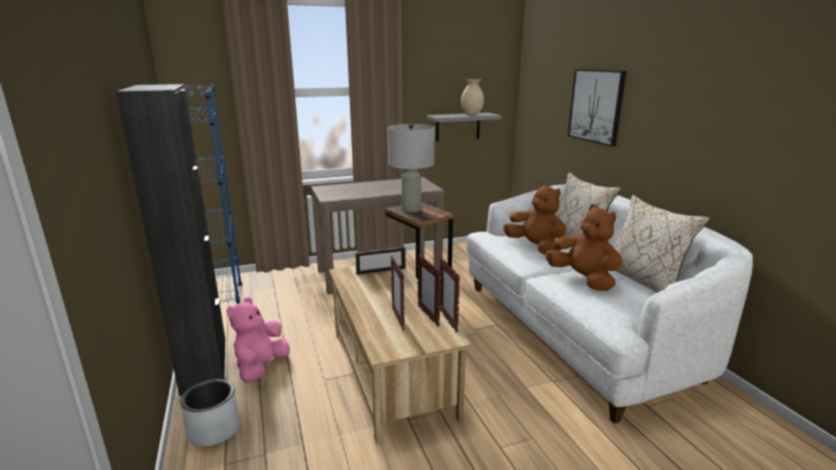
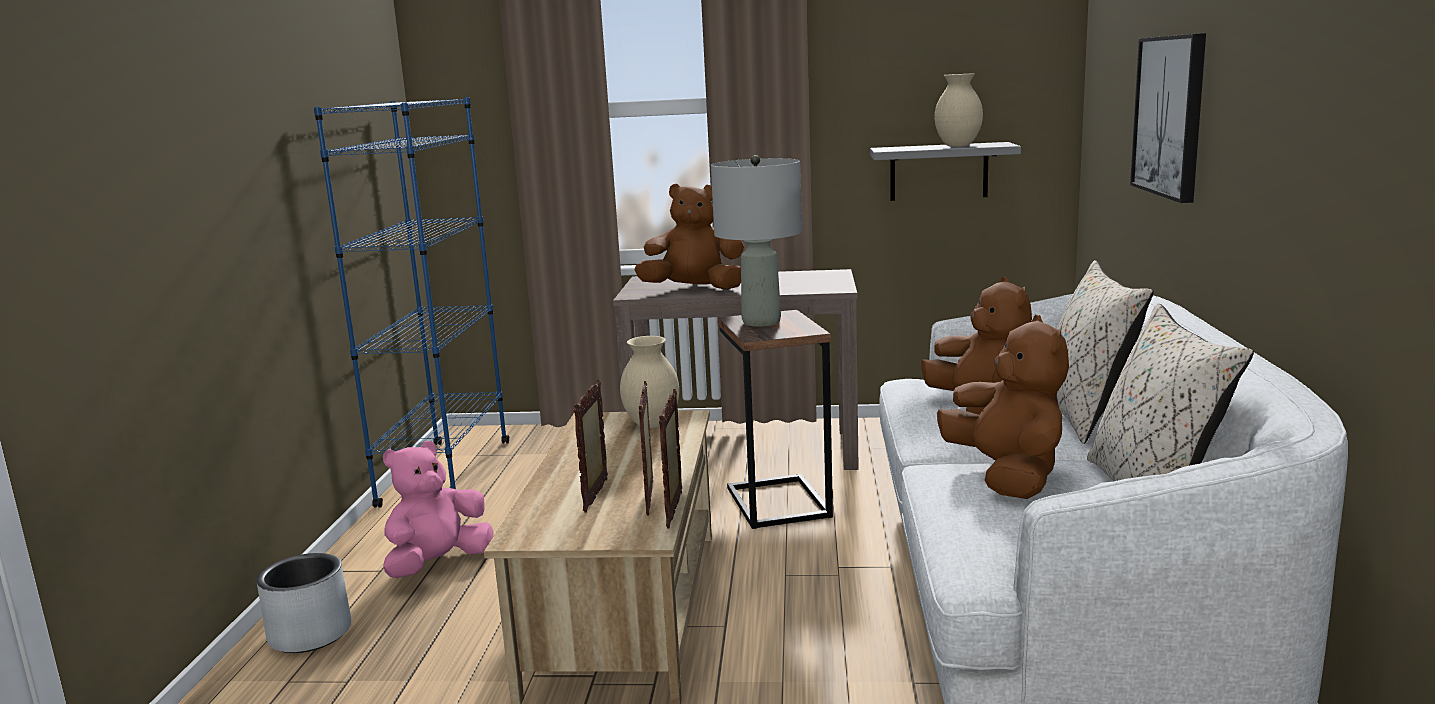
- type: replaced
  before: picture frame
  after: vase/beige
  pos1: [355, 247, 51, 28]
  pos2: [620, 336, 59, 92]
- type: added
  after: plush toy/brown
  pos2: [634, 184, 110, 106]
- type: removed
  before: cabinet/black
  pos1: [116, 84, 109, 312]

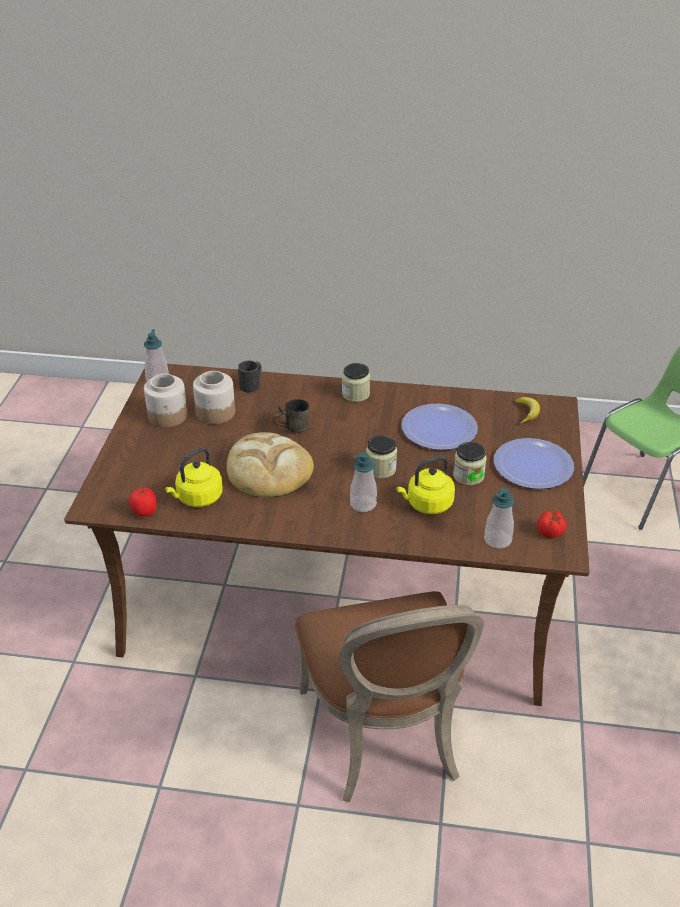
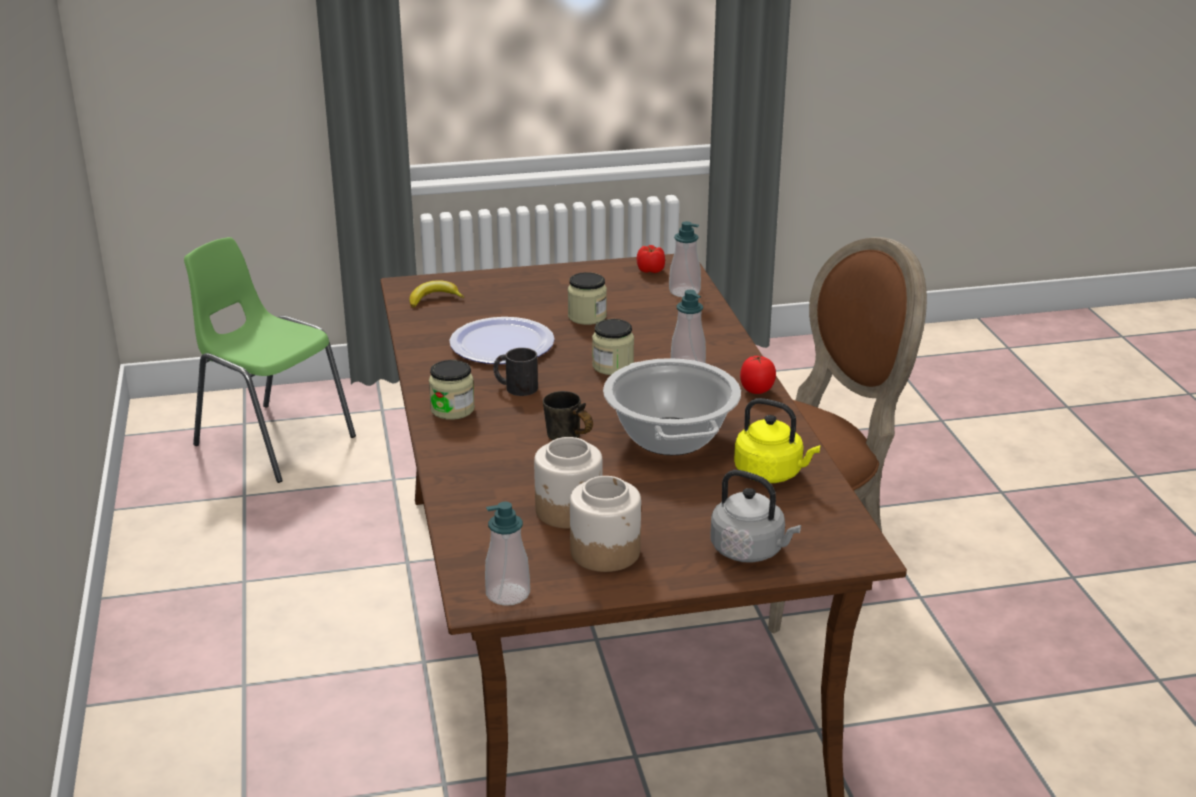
- type: moved
  before: mug/black
  pos1: [238, 360, 24, 32]
  pos2: [493, 348, 45, 48]
- type: replaced
  before: bread
  after: cooking pot
  pos1: [227, 432, 87, 65]
  pos2: [603, 358, 138, 97]
- type: added
  after: kettle/grey
  pos2: [711, 470, 90, 93]
- type: moved
  before: tomato
  pos1: [129, 487, 28, 30]
  pos2: [740, 355, 36, 39]
- type: removed
  before: kettle/yellow
  pos1: [397, 456, 58, 58]
- type: removed
  before: plate
  pos1: [494, 438, 80, 51]

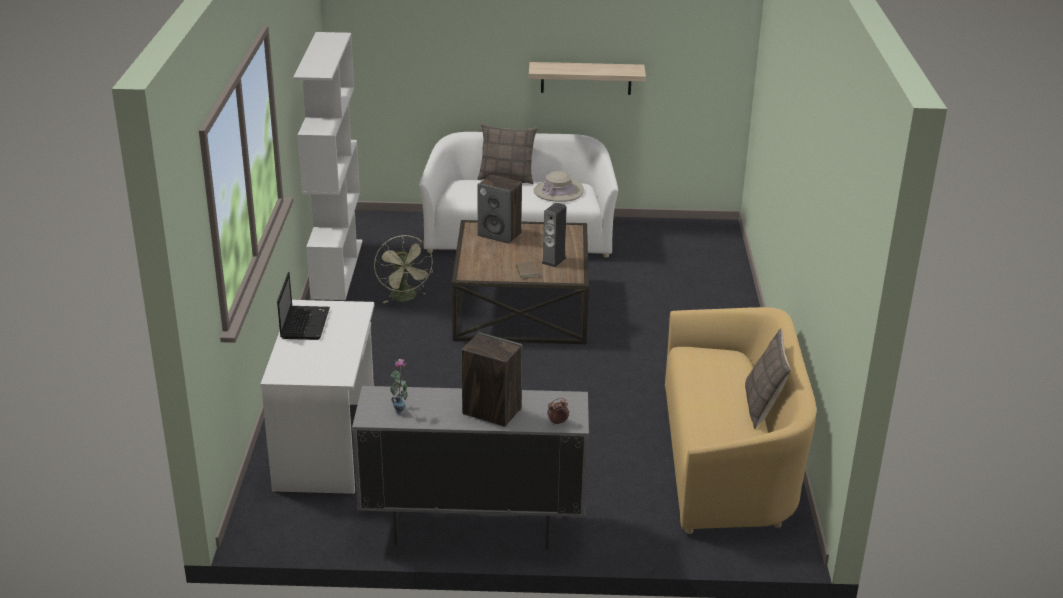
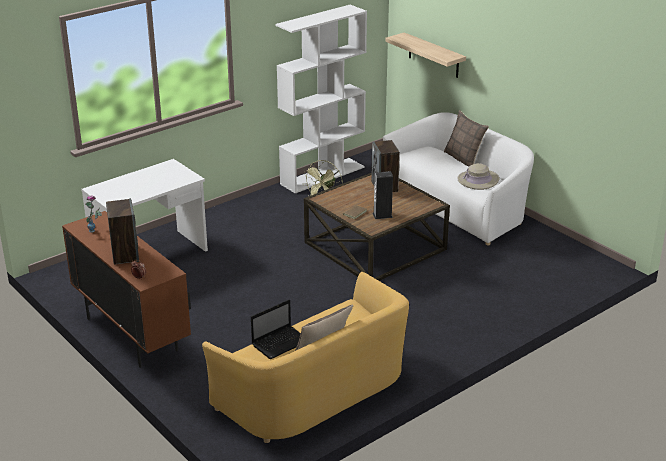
- type: recoloured
  before: cabinet/grey
  after: cabinet/brown
  pos1: [352, 386, 237, 164]
  pos2: [62, 211, 129, 157]
- type: moved
  before: laptop
  pos1: [277, 272, 53, 68]
  pos2: [251, 299, 50, 60]
- type: moved
  before: shelf
  pos1: [529, 62, 117, 33]
  pos2: [385, 32, 81, 46]

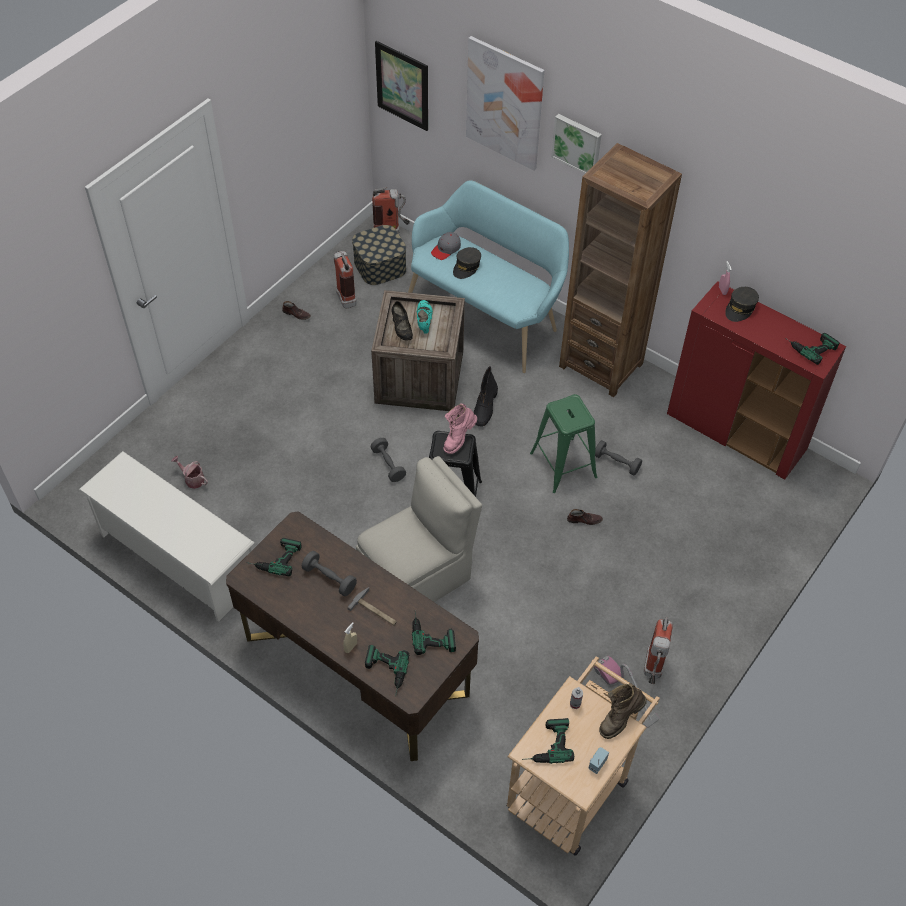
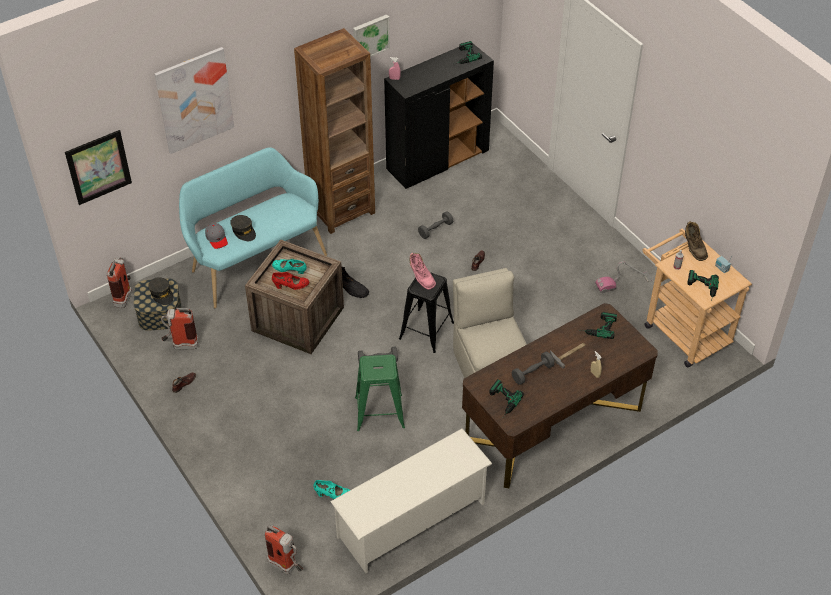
- type: moved
  before: cap/grey
  pos1: [725, 287, 34, 35]
  pos2: [148, 277, 25, 28]
- type: moved
  before: fire extinguisher
  pos1: [644, 617, 29, 67]
  pos2: [265, 525, 38, 49]
- type: recoloured
  before: shoe/black
  after: shoe/red
  pos1: [392, 301, 21, 40]
  pos2: [272, 272, 37, 18]
- type: replaced
  before: watering can
  after: shoe/turquoise
  pos1: [171, 456, 37, 33]
  pos2: [313, 480, 37, 19]
- type: moved
  before: picture
  pos1: [551, 114, 51, 60]
  pos2: [353, 14, 37, 43]
- type: moved
  before: stool/green
  pos1: [530, 394, 67, 99]
  pos2: [355, 354, 50, 77]
- type: recoloured
  before: cabinet/red
  after: cabinet/black
  pos1: [667, 281, 179, 199]
  pos2: [384, 43, 110, 146]
- type: removed
  before: power drill
  pos1: [365, 645, 44, 52]

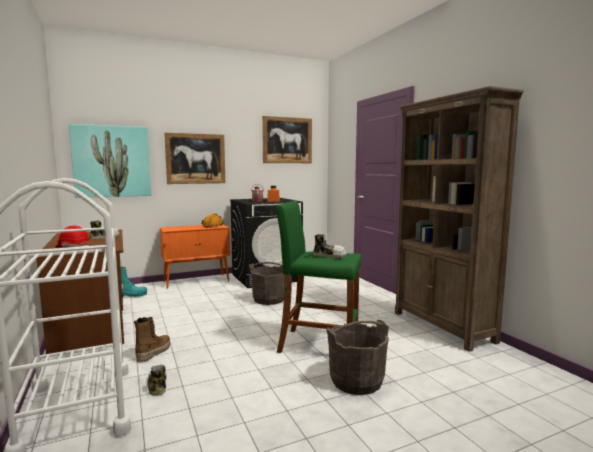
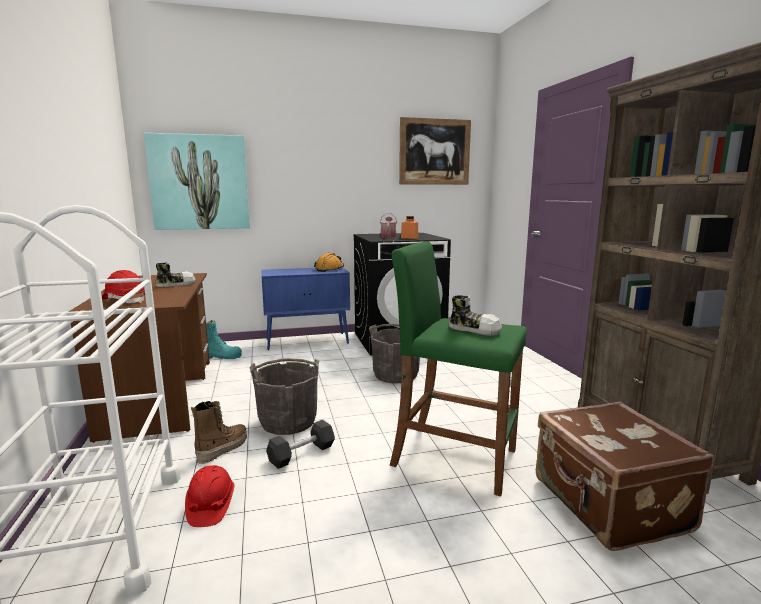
- type: replaced
  before: shoe
  after: hard hat/red
  pos1: [148, 365, 19, 31]
  pos2: [185, 465, 49, 62]
- type: moved
  before: bucket/grey
  pos1: [326, 320, 63, 75]
  pos2: [249, 358, 70, 77]
- type: recoloured
  before: cabinet/orange
  after: cabinet/blue
  pos1: [160, 224, 70, 65]
  pos2: [261, 267, 89, 83]
- type: added
  after: dumbbell/black
  pos2: [266, 420, 69, 49]
- type: added
  after: suitcase/brown
  pos2: [536, 402, 178, 149]
- type: removed
  before: picture
  pos1: [164, 133, 61, 51]

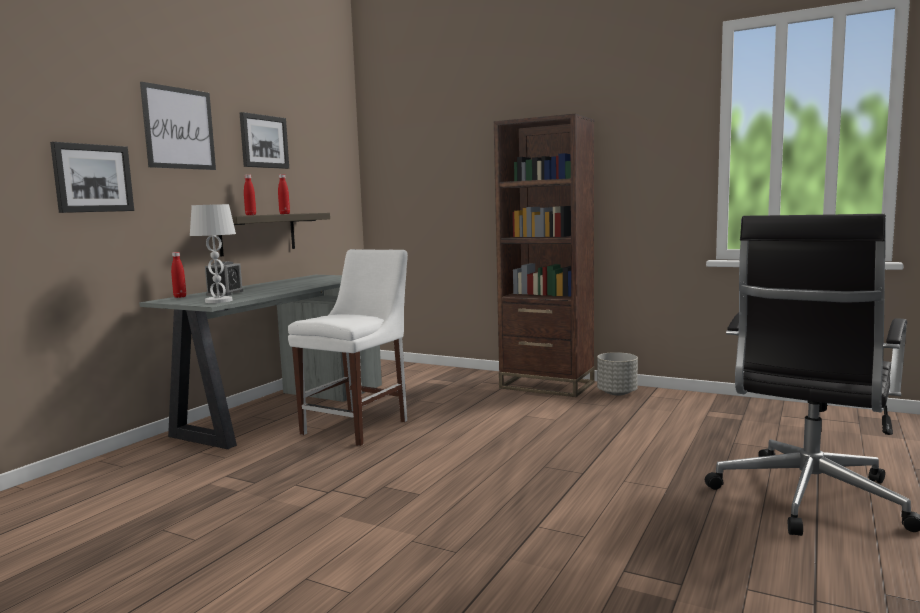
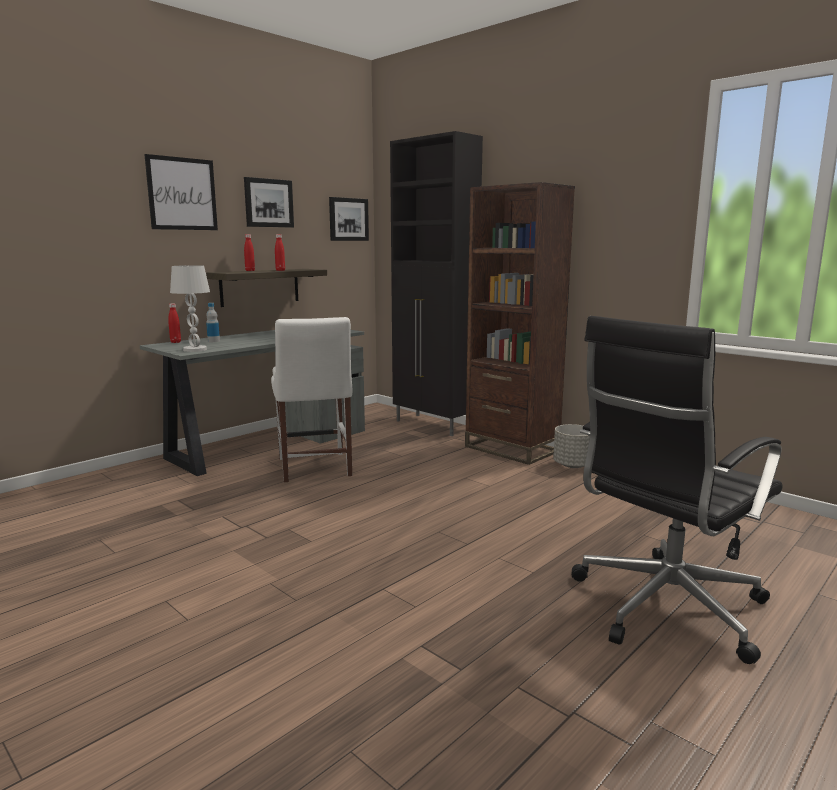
- type: replaced
  before: alarm clock
  after: bottle
  pos1: [205, 261, 38, 35]
  pos2: [206, 303, 14, 39]
- type: turned
  before: chair/white
  pos1: [288, 249, 120, 197]
  pos2: [271, 317, 82, 165]
  turn: 120
- type: moved
  before: picture
  pos1: [50, 142, 84, 71]
  pos2: [329, 197, 40, 44]
- type: added
  after: cabinet/black
  pos2: [390, 131, 93, 305]

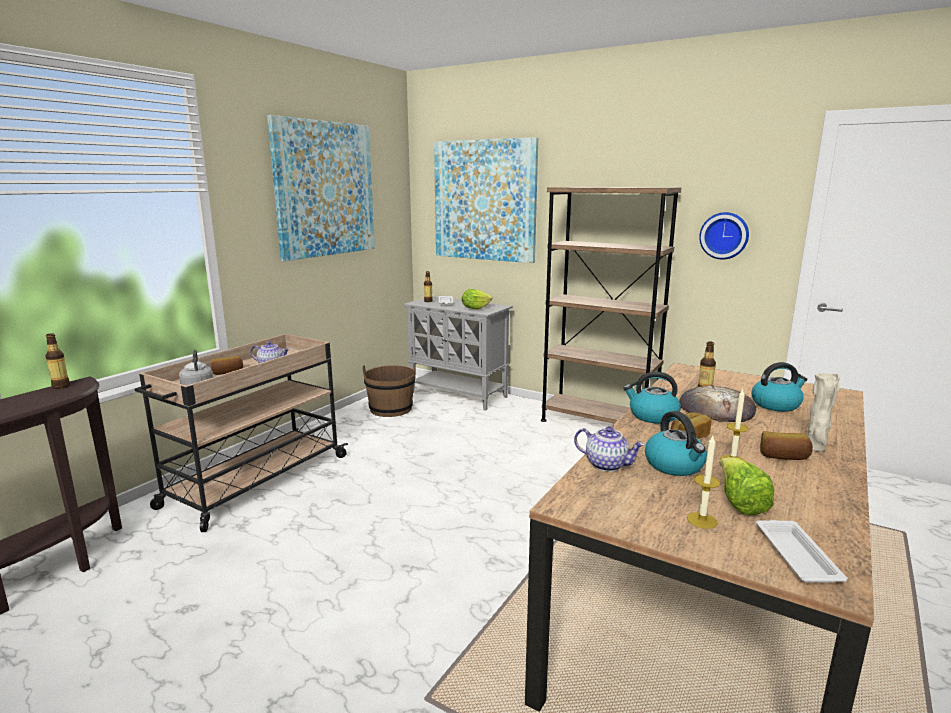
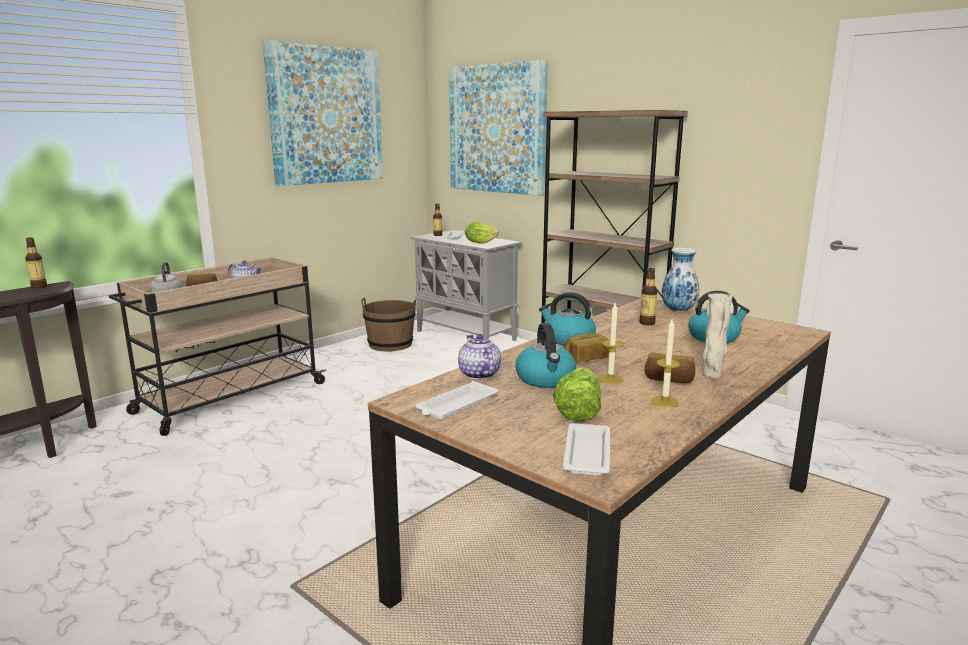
- type: added
  after: tray/white
  pos2: [415, 381, 83, 39]
- type: turned
  before: teapot
  pos1: [574, 426, 71, 46]
  pos2: [458, 334, 43, 46]
  turn: -150
- type: moved
  before: candle
  pos1: [687, 436, 34, 93]
  pos2: [651, 319, 29, 88]
- type: added
  after: vase
  pos2: [662, 248, 37, 64]
- type: removed
  before: bread
  pos1: [679, 385, 77, 37]
- type: removed
  before: wall clock
  pos1: [699, 212, 50, 48]

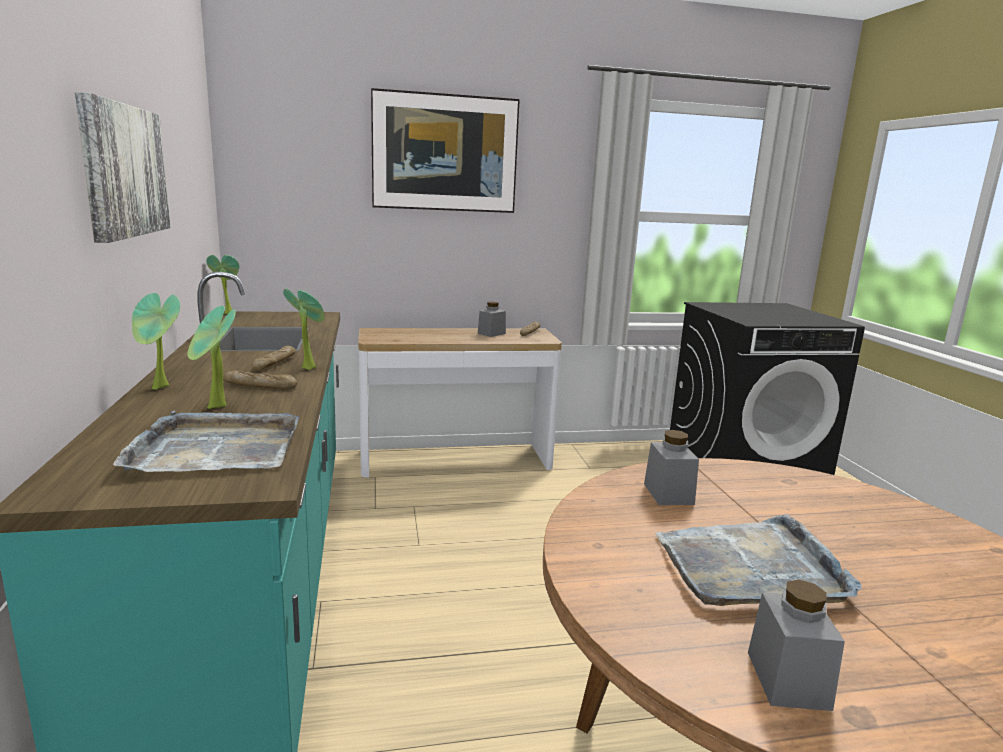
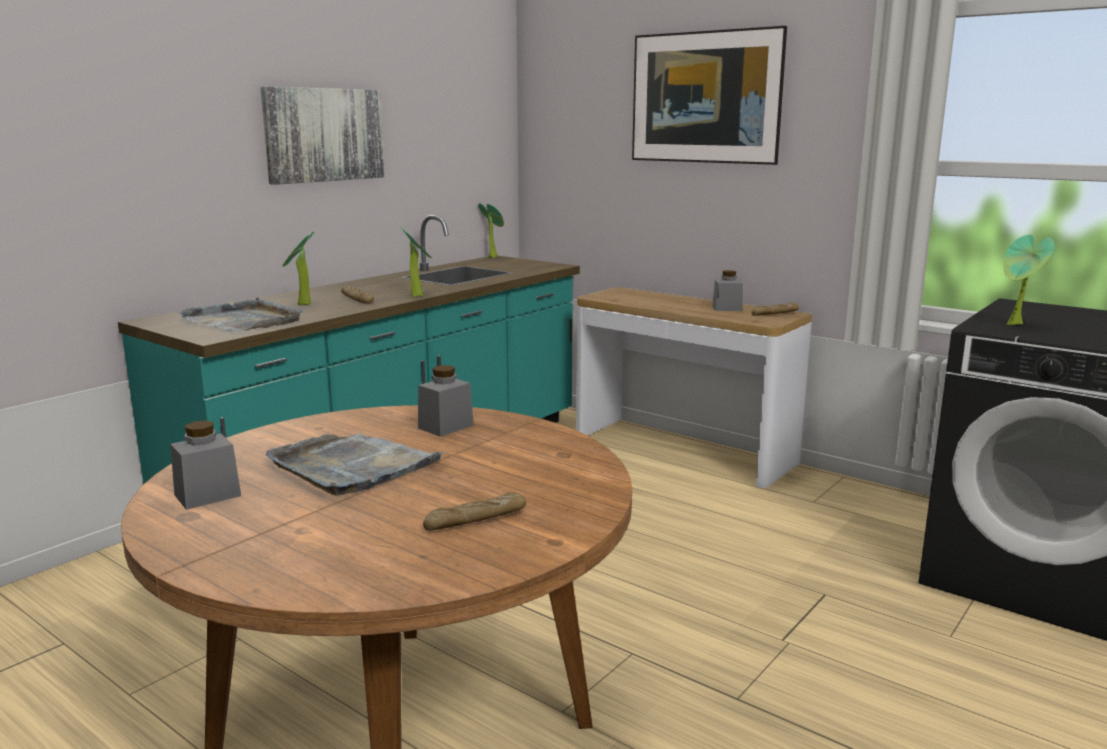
- type: moved
  before: bread
  pos1: [252, 345, 44, 26]
  pos2: [423, 492, 103, 39]
- type: moved
  before: potted plant
  pos1: [132, 293, 48, 97]
  pos2: [1004, 235, 51, 91]

